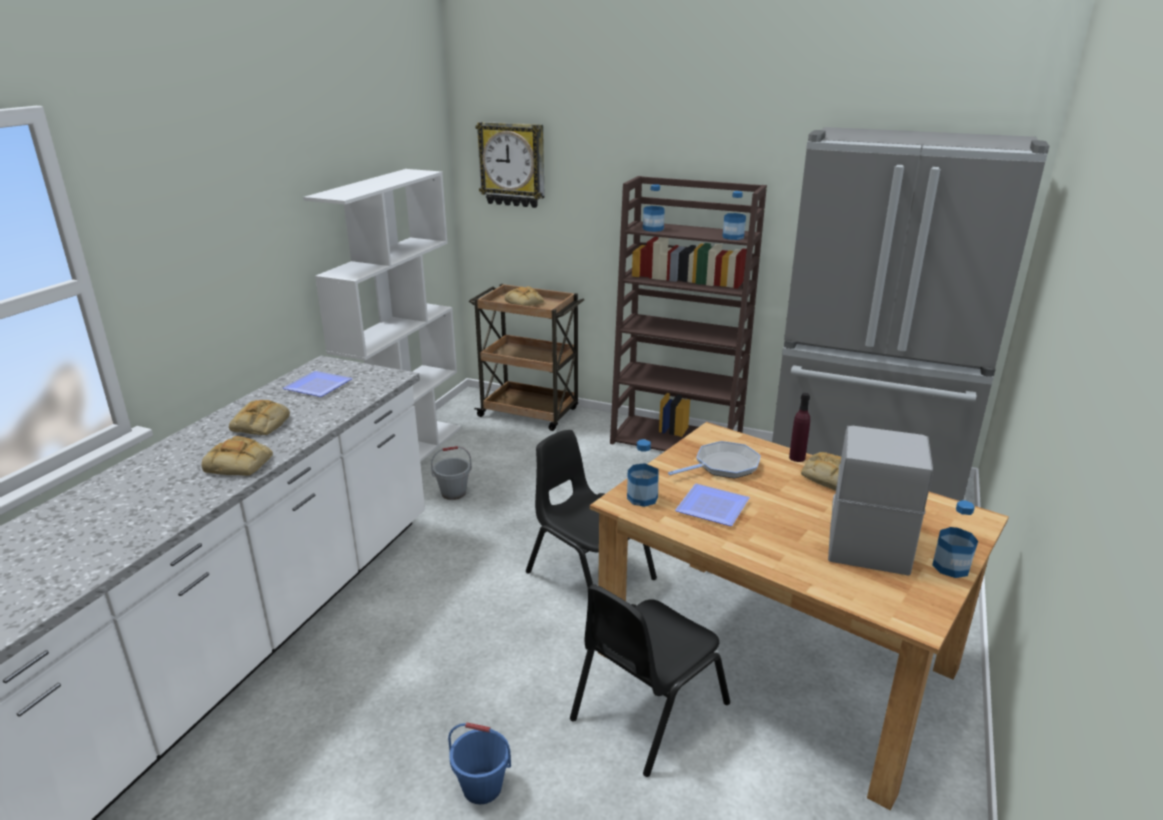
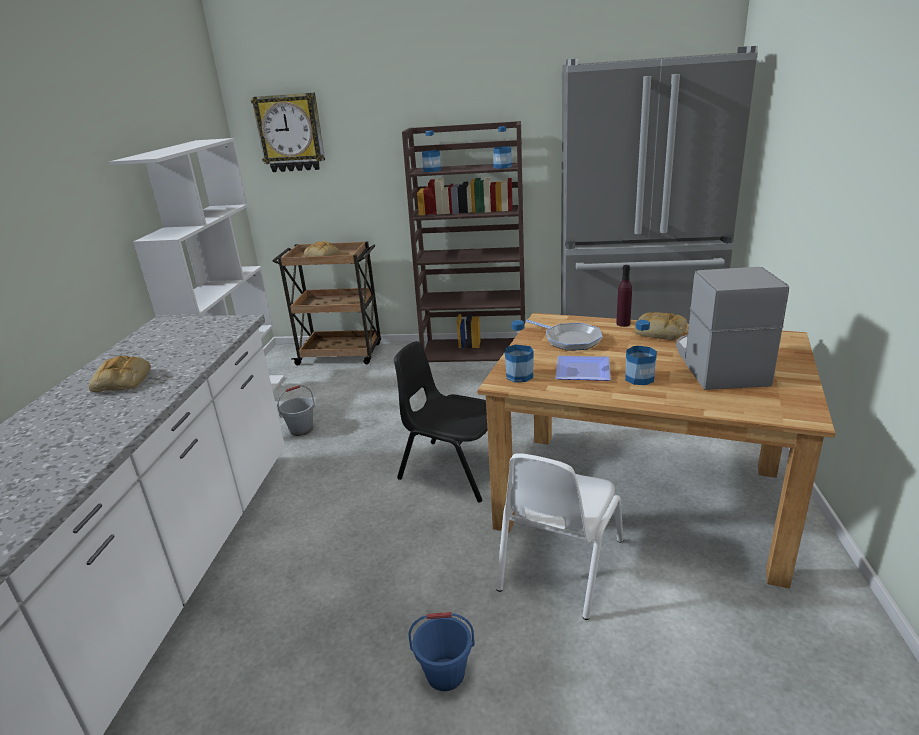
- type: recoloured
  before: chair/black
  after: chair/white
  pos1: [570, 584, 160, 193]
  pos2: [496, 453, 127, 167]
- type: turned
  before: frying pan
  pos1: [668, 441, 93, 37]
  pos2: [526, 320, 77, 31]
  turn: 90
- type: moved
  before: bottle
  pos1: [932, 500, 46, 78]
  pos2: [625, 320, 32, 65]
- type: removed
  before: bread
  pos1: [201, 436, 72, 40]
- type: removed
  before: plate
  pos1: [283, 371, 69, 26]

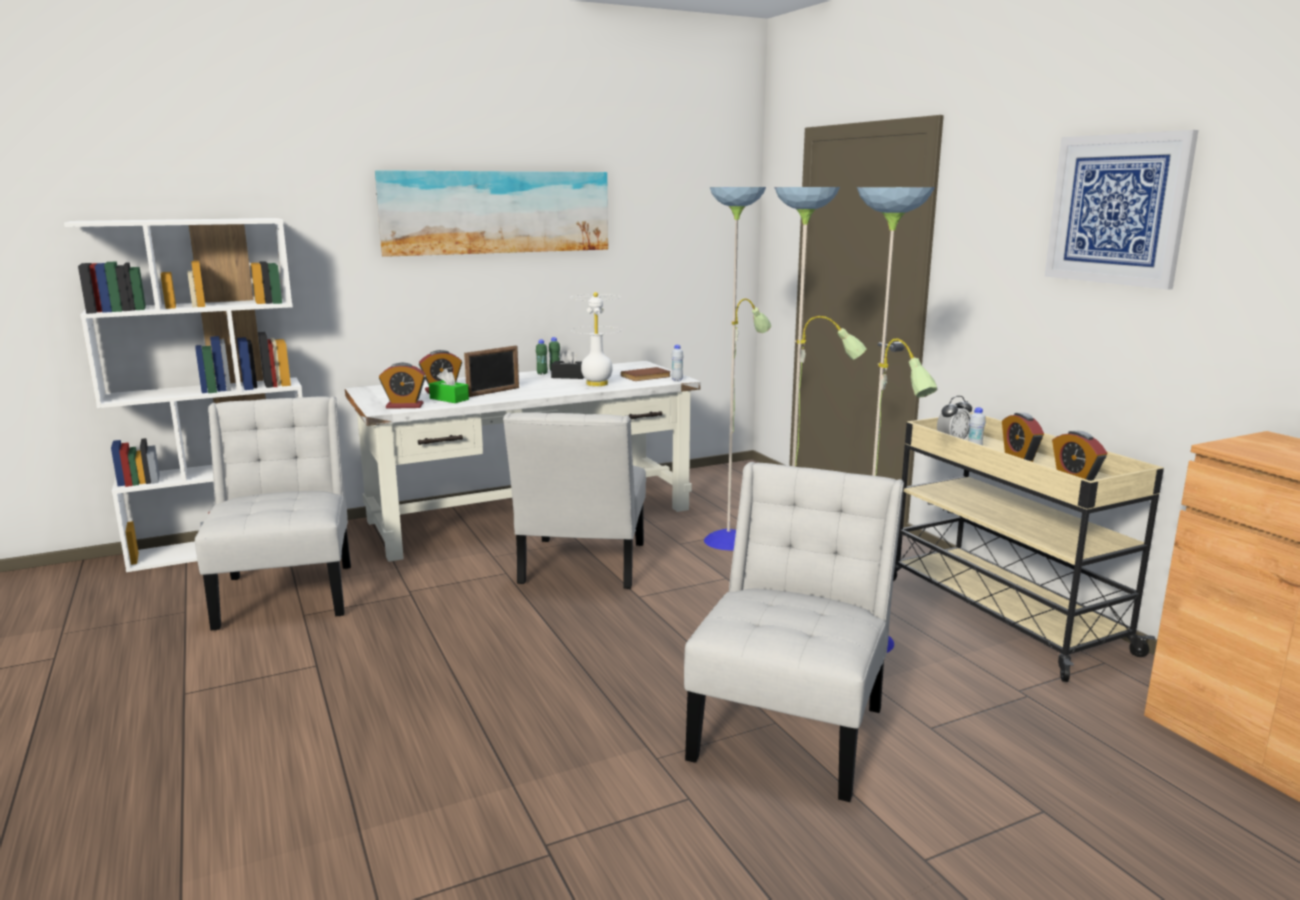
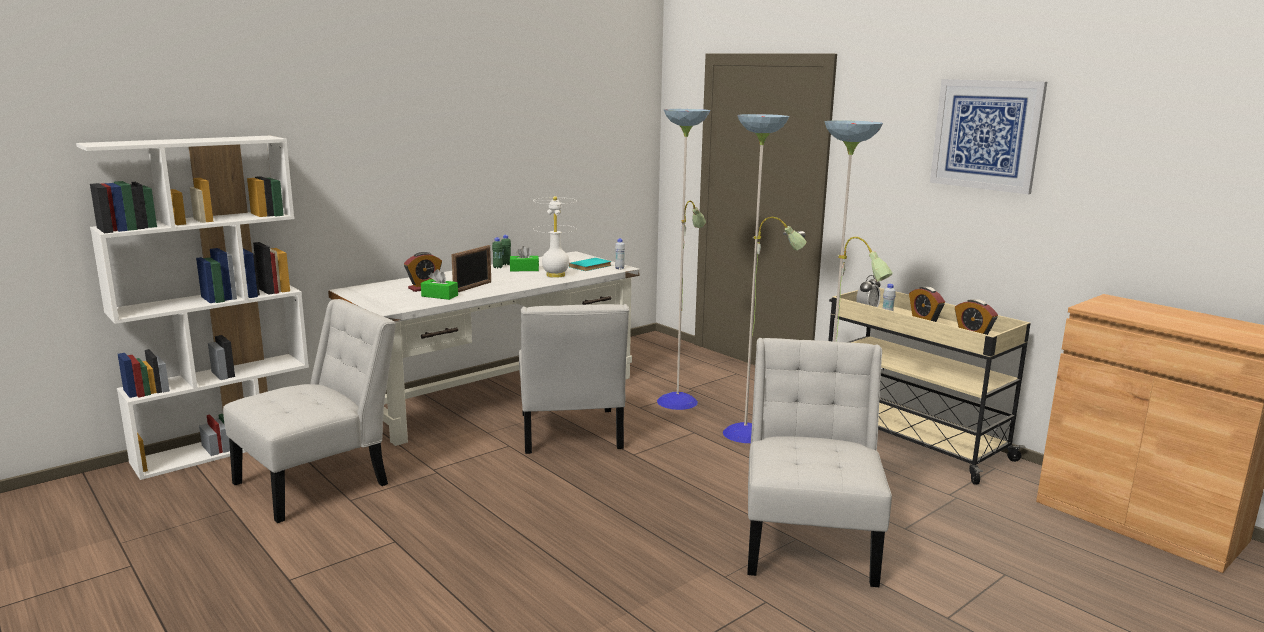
- type: turned
  before: chair/white
  pos1: [195, 396, 156, 235]
  pos2: [223, 299, 173, 224]
  turn: 75
- type: recoloured
  before: tissue box/black
  after: tissue box/green
  pos1: [551, 350, 33, 29]
  pos2: [510, 246, 29, 25]
- type: recoloured
  before: book/brown
  after: book/turquoise
  pos1: [621, 367, 50, 14]
  pos2: [569, 258, 42, 13]
- type: removed
  before: picture
  pos1: [375, 170, 233, 87]
- type: removed
  before: alarm clock
  pos1: [379, 363, 47, 46]

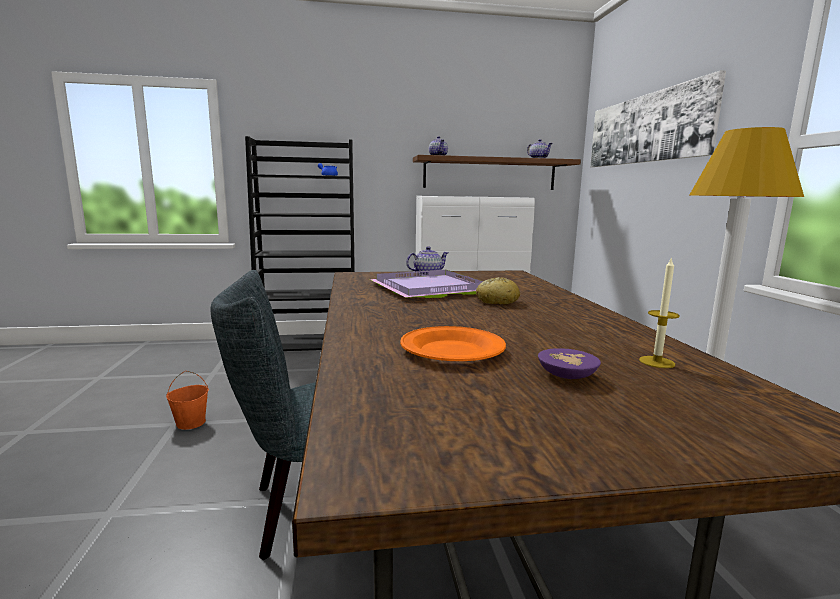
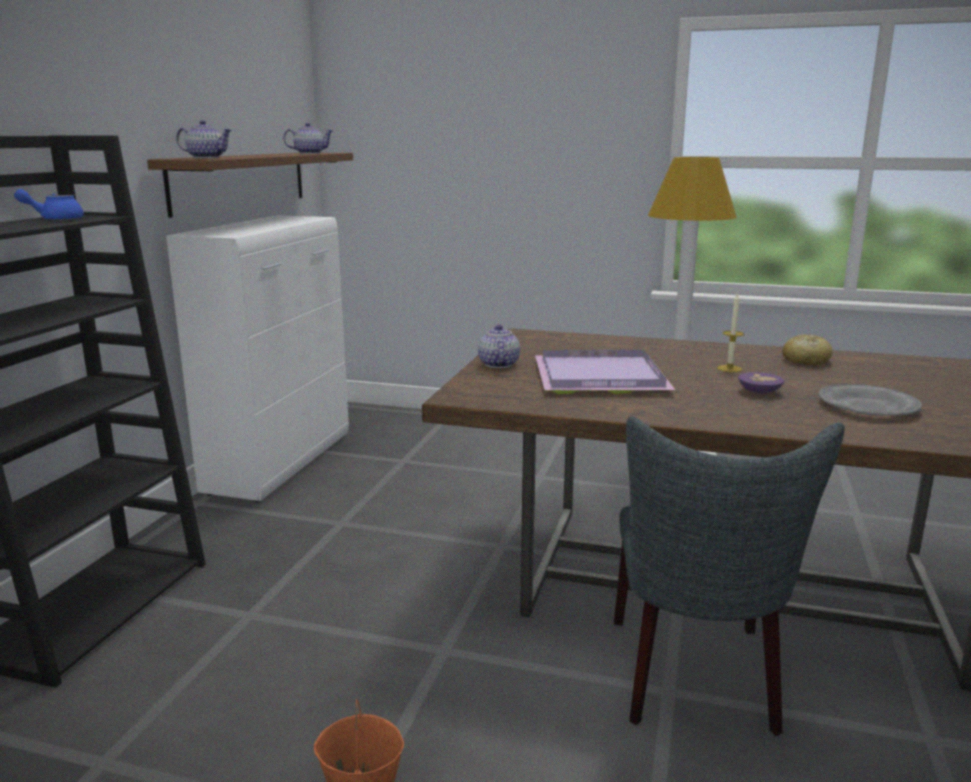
- type: moved
  before: candle
  pos1: [639, 257, 41, 111]
  pos2: [718, 292, 26, 80]
- type: moved
  before: bowl/purple
  pos1: [538, 348, 63, 31]
  pos2: [738, 372, 46, 21]
- type: moved
  before: bread
  pos1: [476, 277, 44, 28]
  pos2: [782, 334, 50, 31]
- type: recoloured
  before: plate/orange
  after: plate/grey
  pos1: [400, 326, 106, 35]
  pos2: [819, 384, 103, 32]
- type: removed
  before: picture
  pos1: [590, 70, 136, 97]

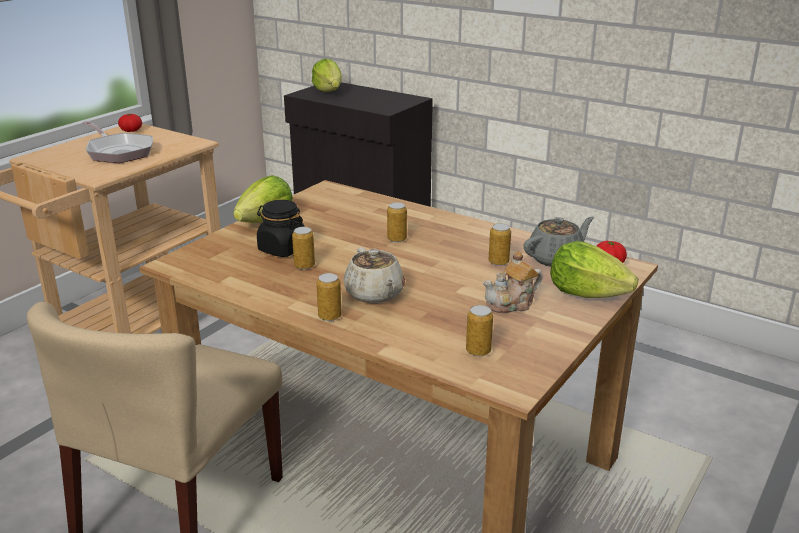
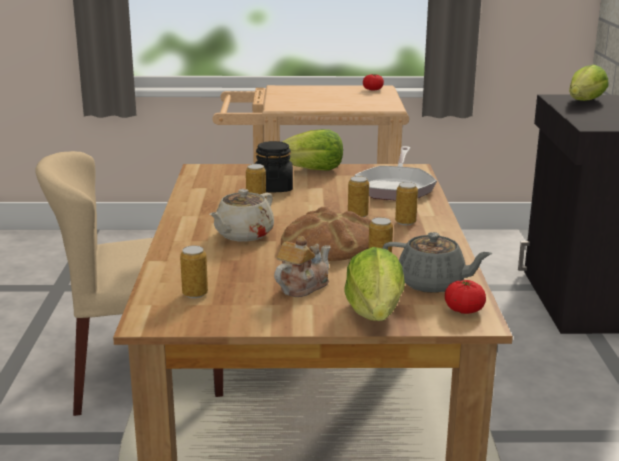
- type: turned
  before: teapot
  pos1: [483, 251, 60, 62]
  pos2: [274, 236, 57, 61]
  turn: 105
- type: added
  after: bread
  pos2: [281, 206, 91, 55]
- type: moved
  before: frying pan
  pos1: [82, 121, 71, 42]
  pos2: [355, 146, 82, 55]
- type: moved
  before: can
  pos1: [316, 273, 26, 48]
  pos2: [395, 182, 23, 43]

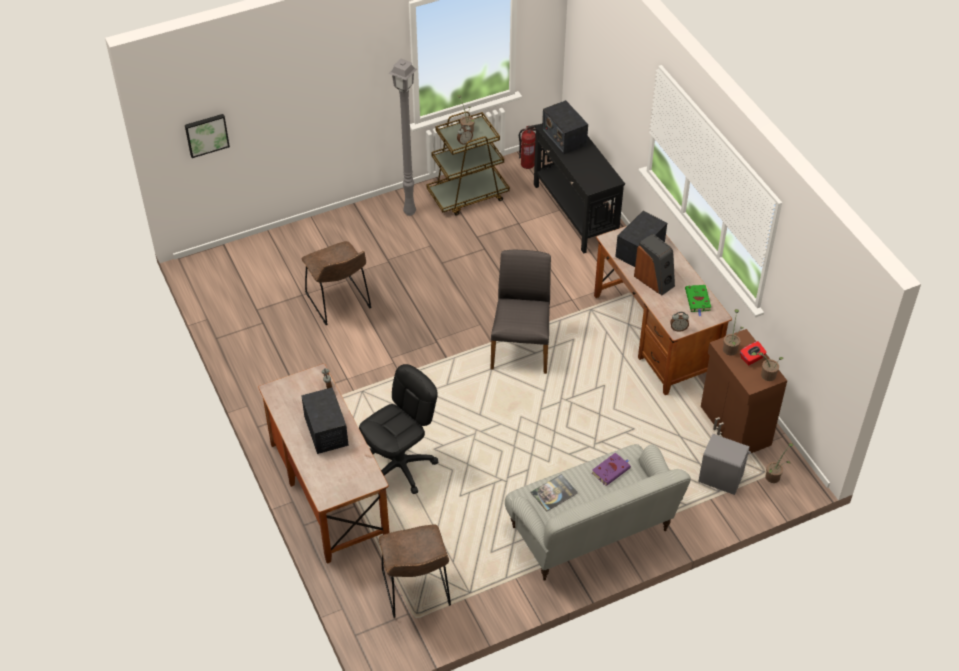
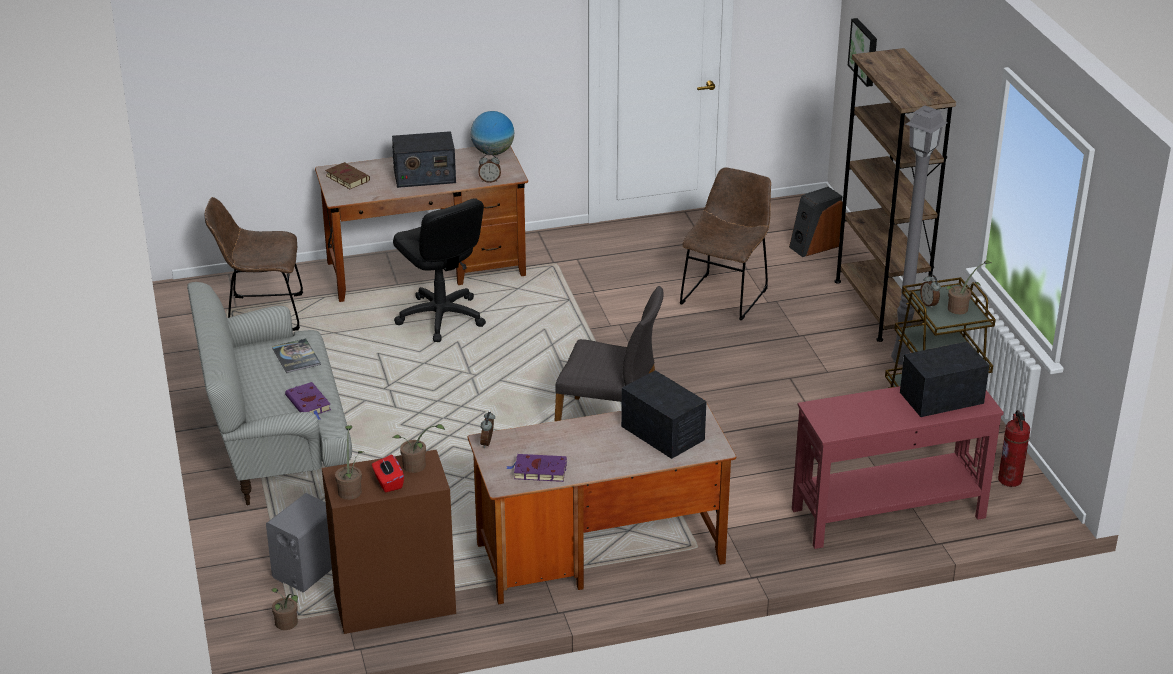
- type: added
  after: book/brown
  pos2: [325, 162, 45, 27]
- type: added
  after: globe
  pos2: [471, 111, 43, 44]
- type: recoloured
  before: book/green
  after: book/purple
  pos1: [685, 285, 26, 31]
  pos2: [506, 454, 61, 28]
- type: turned
  before: chair/brown
  pos1: [302, 241, 69, 84]
  pos2: [680, 167, 91, 153]
  turn: 135
- type: moved
  before: speaker
  pos1: [634, 234, 41, 62]
  pos2: [789, 187, 54, 70]
- type: recoloured
  before: console table/black
  after: console table/red
  pos1: [534, 124, 91, 130]
  pos2: [792, 386, 212, 163]
- type: added
  after: bookcase/brown
  pos2: [835, 48, 121, 294]

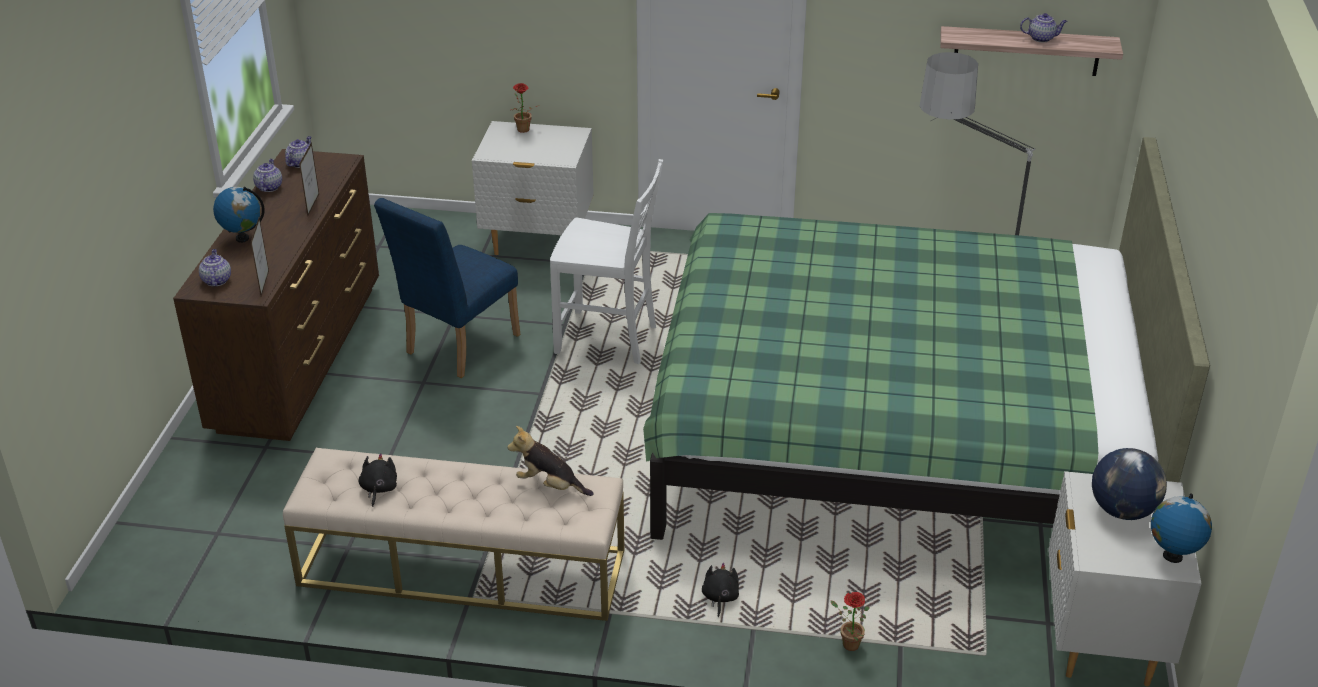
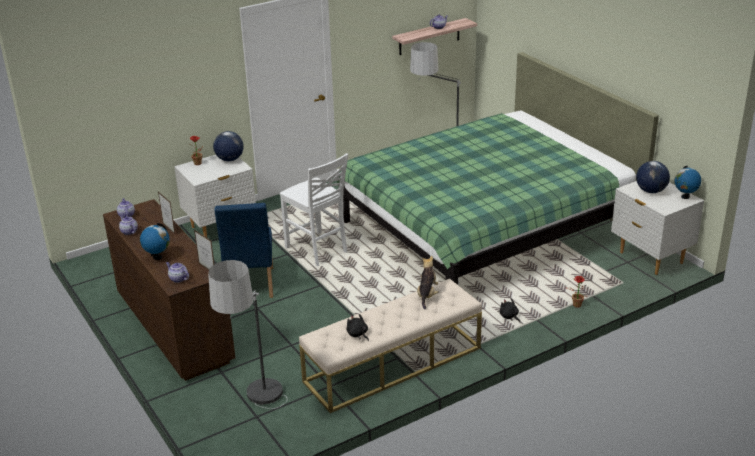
- type: added
  after: floor lamp
  pos2: [208, 260, 79, 149]
- type: added
  after: globe
  pos2: [213, 131, 31, 30]
- type: turned
  before: chair/white
  pos1: [550, 159, 113, 205]
  pos2: [280, 153, 68, 113]
  turn: 75
- type: turned
  before: plush toy
  pos1: [507, 426, 87, 70]
  pos2: [417, 256, 21, 54]
  turn: 120

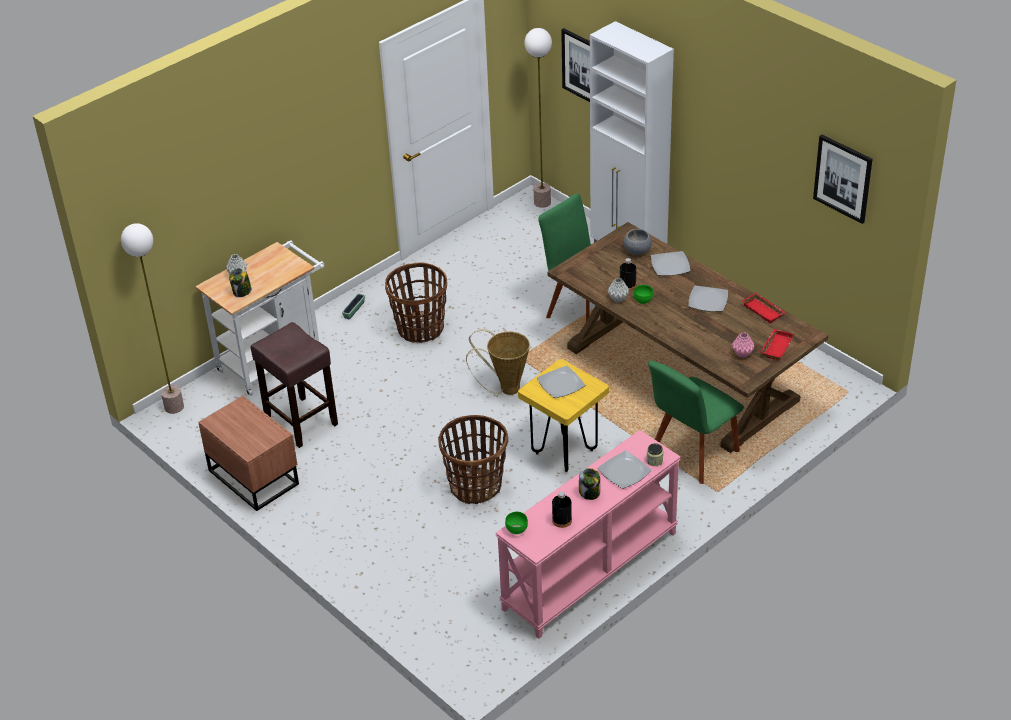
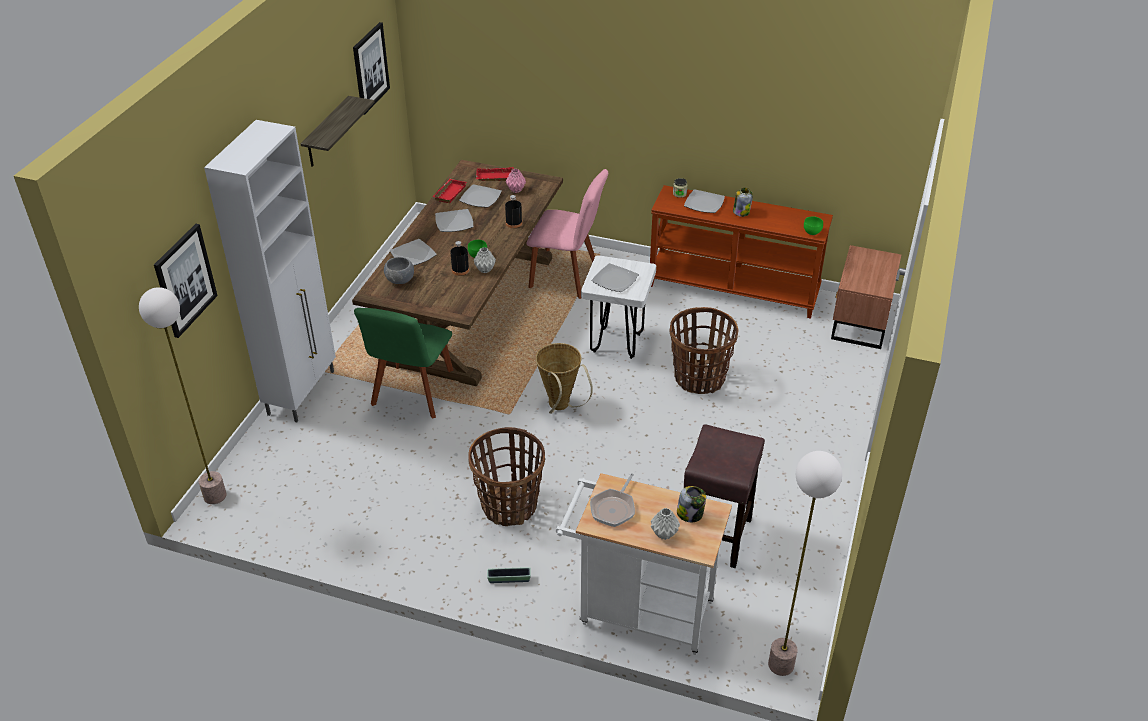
- type: added
  after: shelf
  pos2: [301, 96, 74, 71]
- type: added
  after: plate
  pos2: [459, 184, 43, 24]
- type: moved
  before: bottle/black
  pos1: [552, 491, 20, 37]
  pos2: [505, 195, 17, 33]
- type: recoloured
  before: chair/green
  after: chair/pink
  pos1: [648, 361, 96, 123]
  pos2: [526, 169, 82, 130]
- type: recoloured
  before: stool/yellow
  after: stool/white
  pos1: [518, 359, 91, 113]
  pos2: [581, 255, 75, 104]
- type: added
  after: frying pan
  pos2: [590, 473, 45, 54]
- type: recoloured
  before: console table/pink
  after: console table/brown
  pos1: [496, 430, 185, 209]
  pos2: [650, 185, 183, 134]
- type: moved
  before: nightstand/brown
  pos1: [198, 396, 101, 115]
  pos2: [831, 245, 70, 104]

